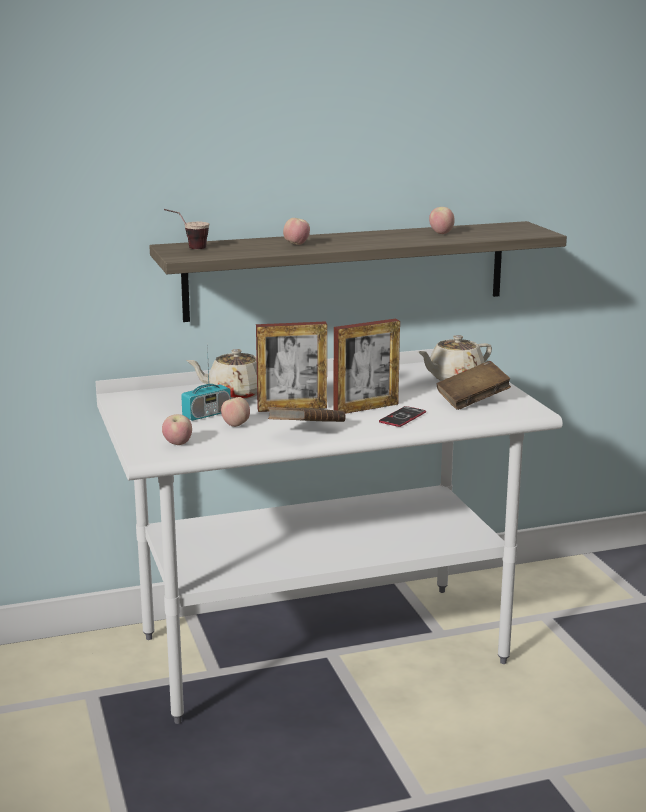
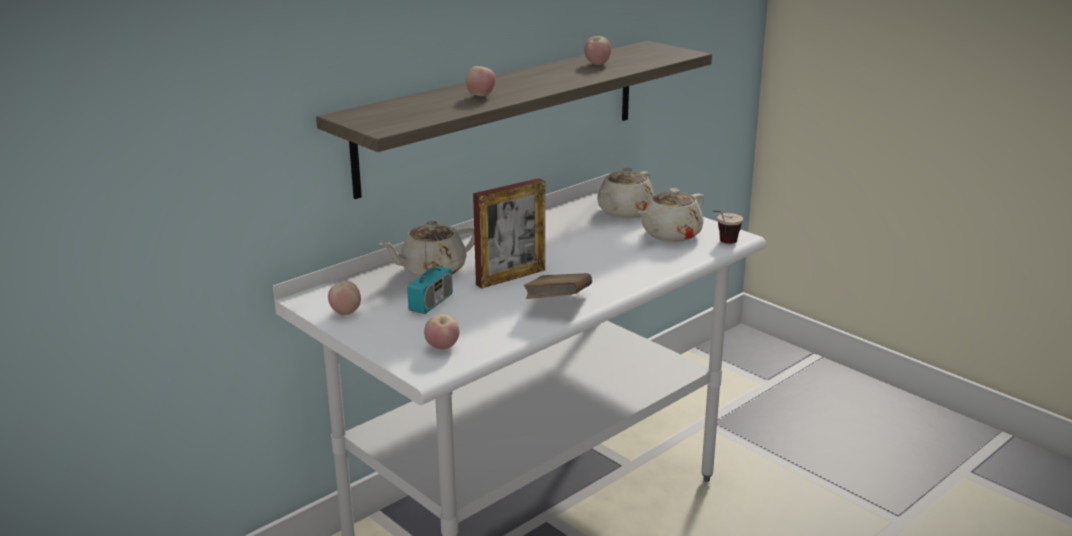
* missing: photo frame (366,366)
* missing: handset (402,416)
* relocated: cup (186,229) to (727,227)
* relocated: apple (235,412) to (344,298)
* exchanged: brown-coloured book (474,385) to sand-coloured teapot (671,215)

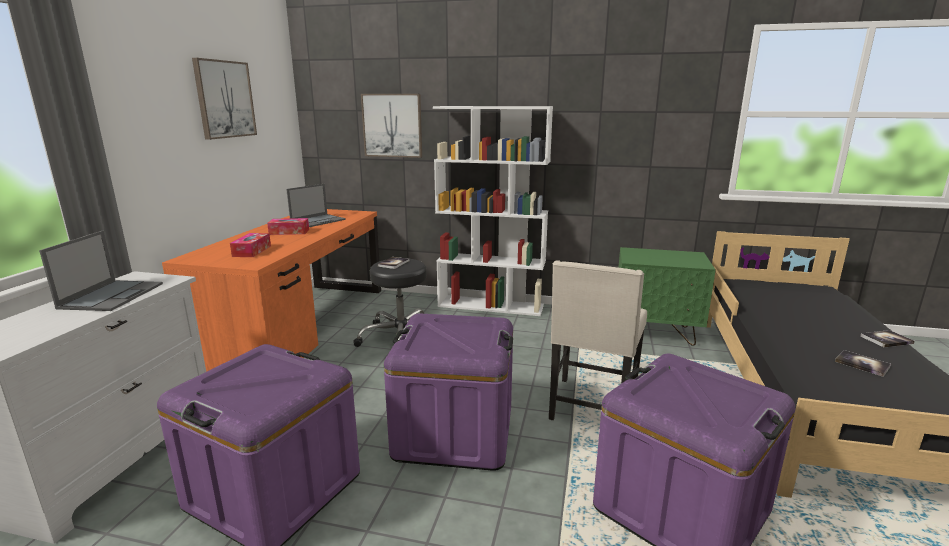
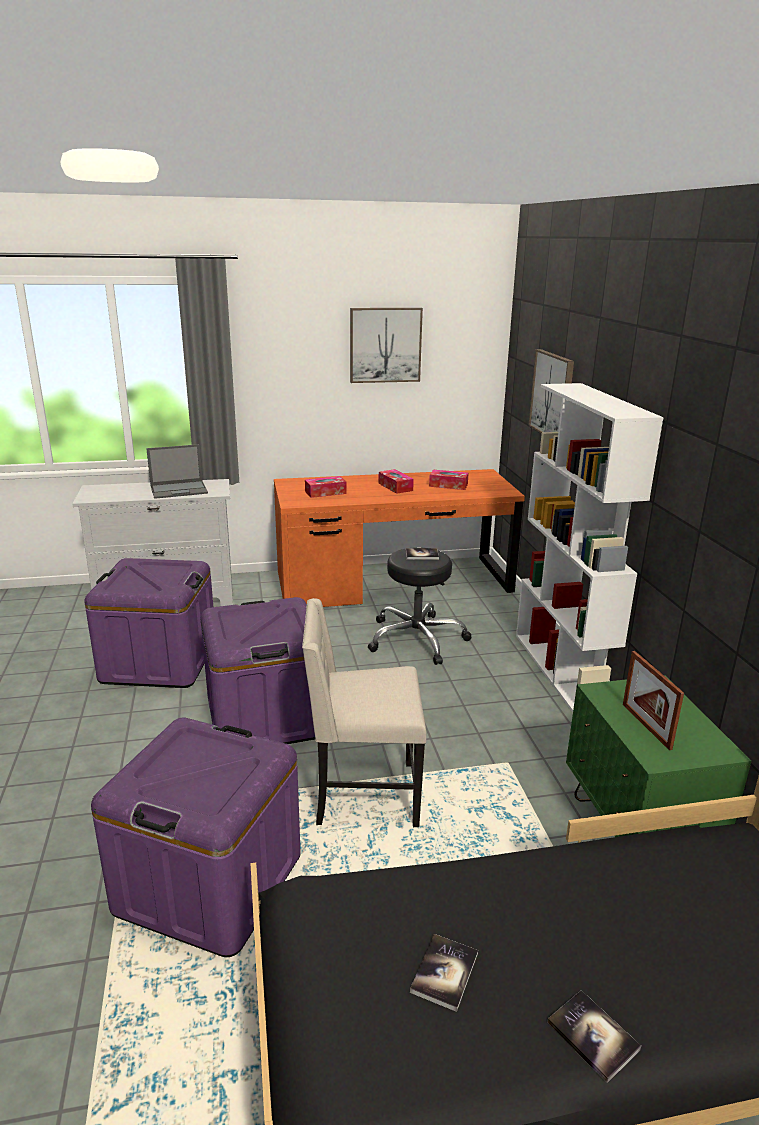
* appeared: photo frame (653,700)
* exchanged: portable computer (316,205) to box of tissues (449,480)

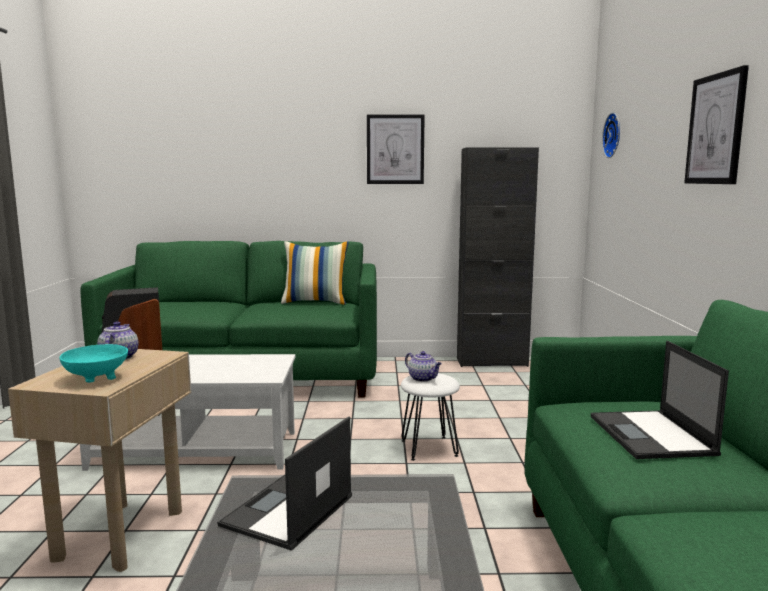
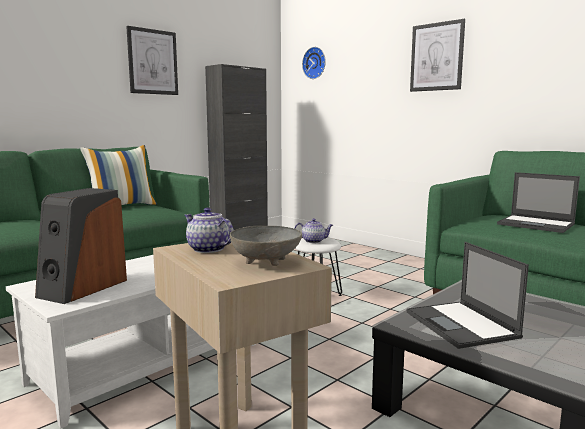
* colour: blue-green serving bowl (94,363) to grey serving bowl (266,246)

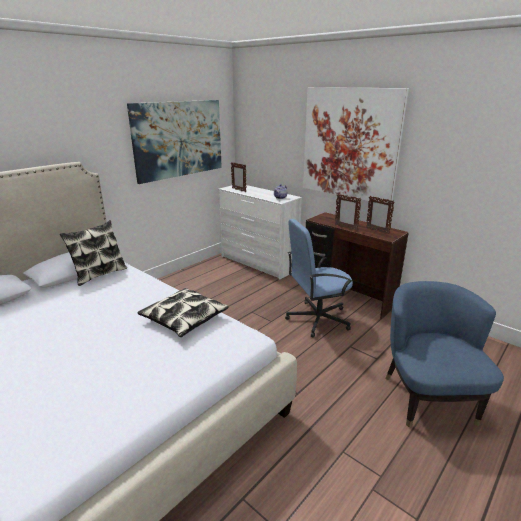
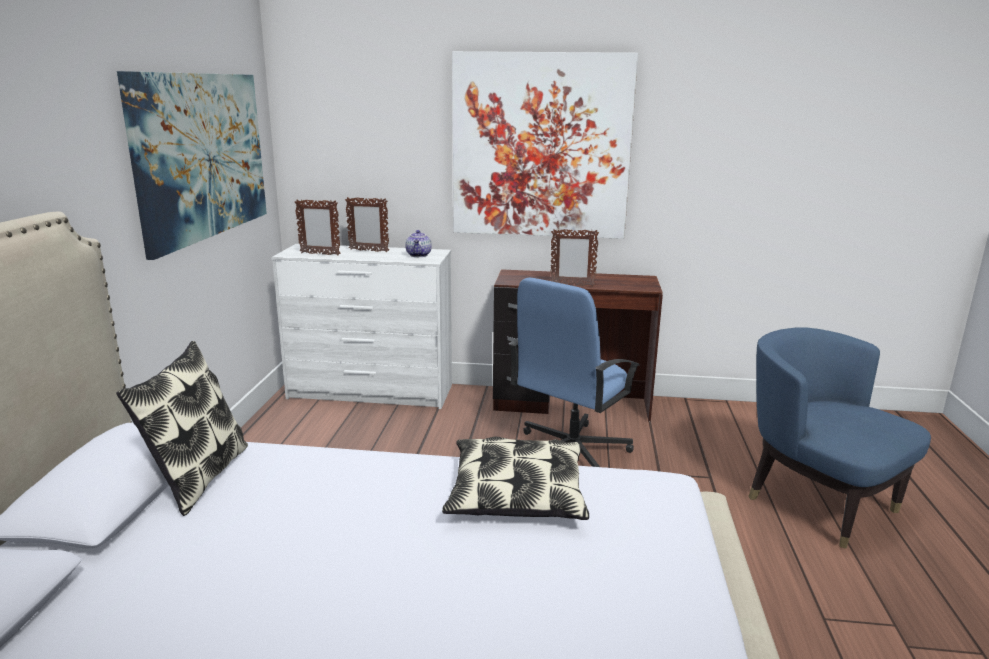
* relocated: photo frame (380,215) to (367,224)

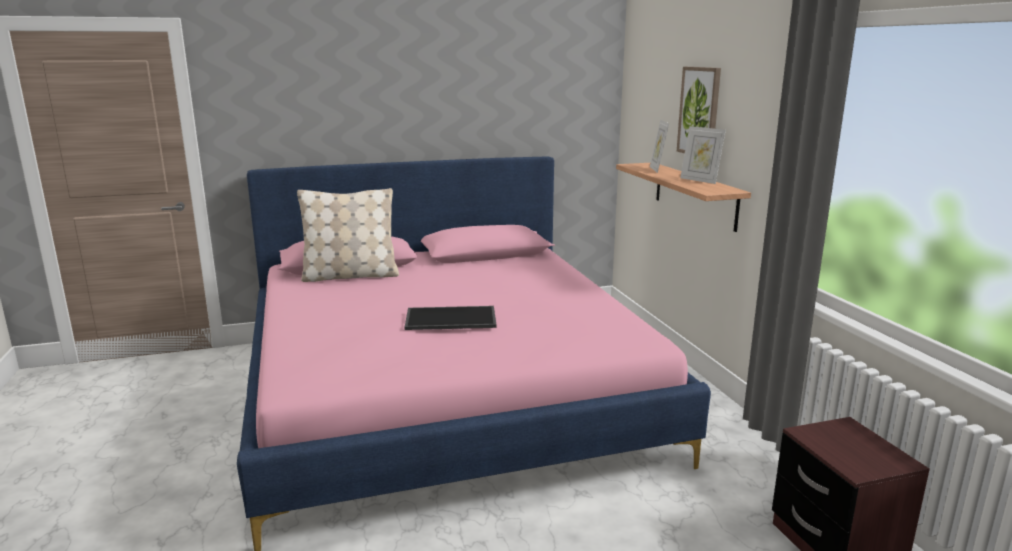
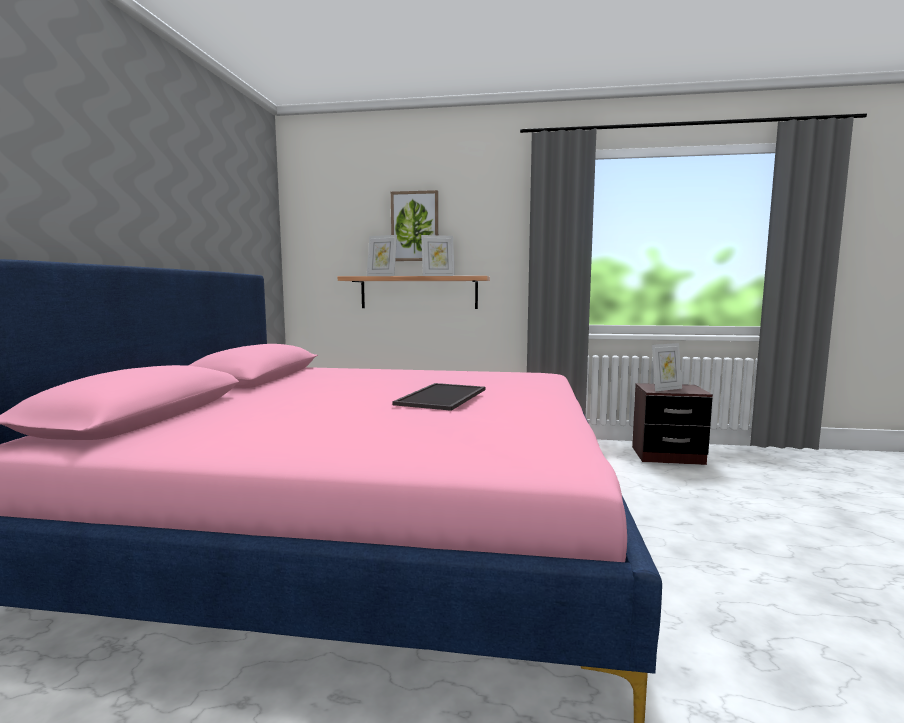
* missing: sand-coloured pillow (348,235)
* appeared: photo frame (667,367)

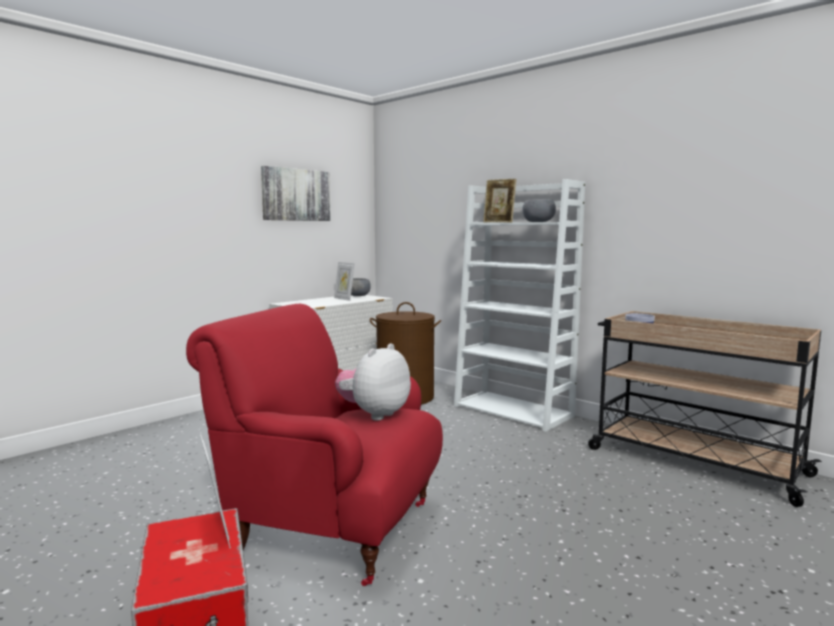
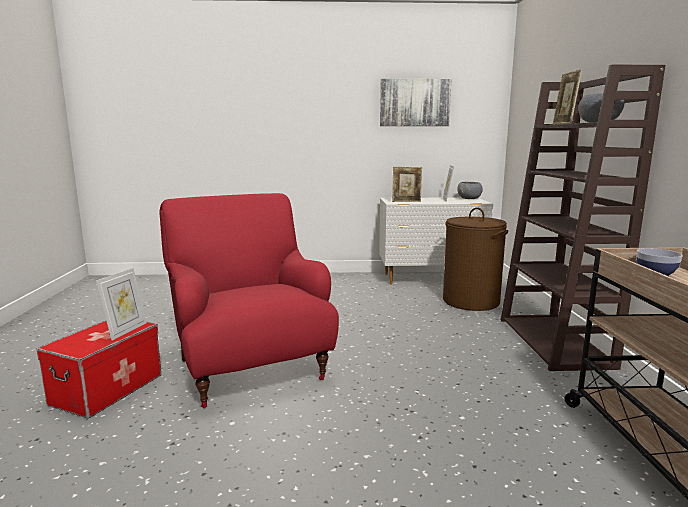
* missing: cuddly toy (373,381)
* appeared: photo frame (407,184)
* colour: white-coloured bookcase (519,305) to brown-coloured bookcase (583,217)

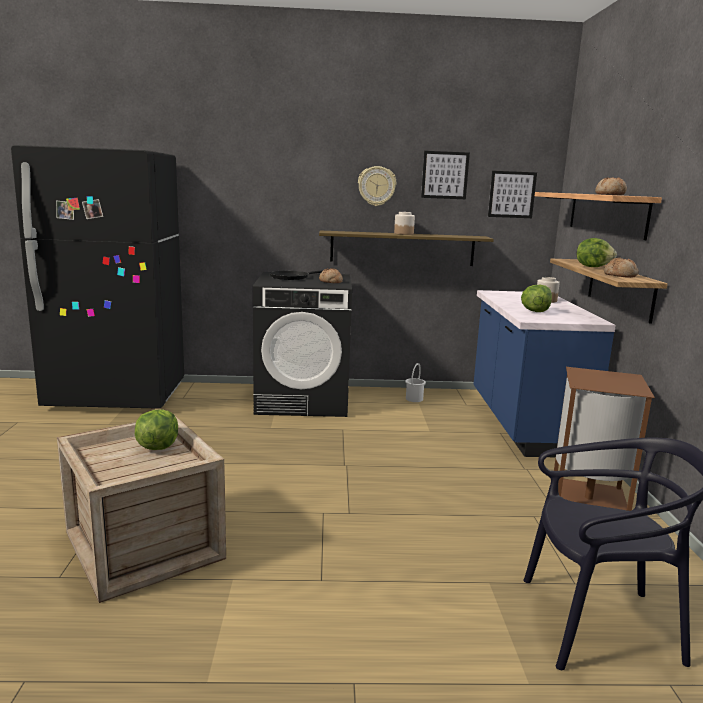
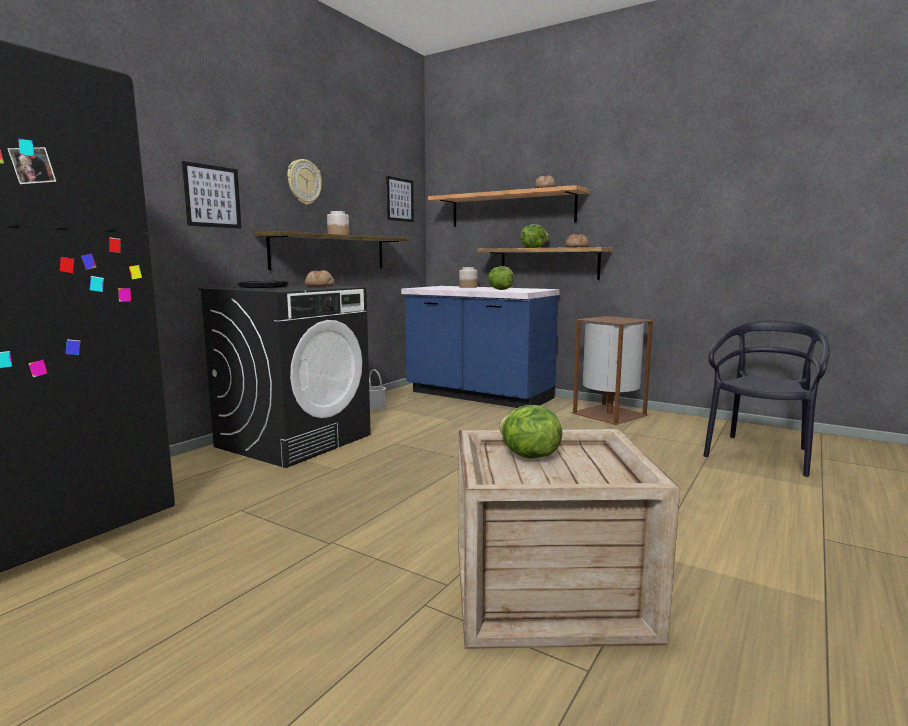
* relocated: wall picture (445,175) to (212,195)

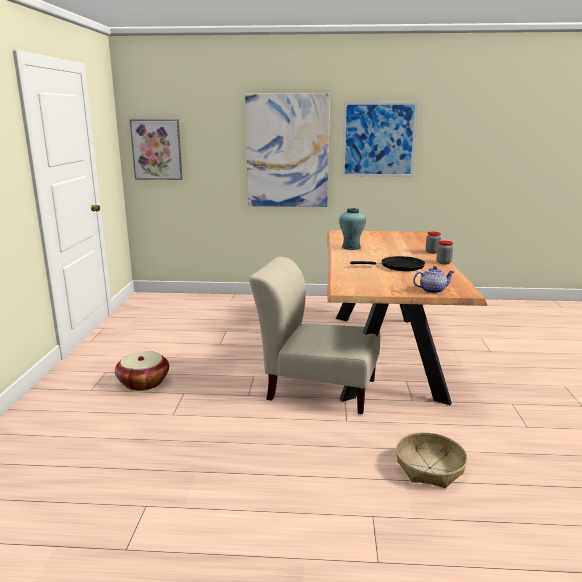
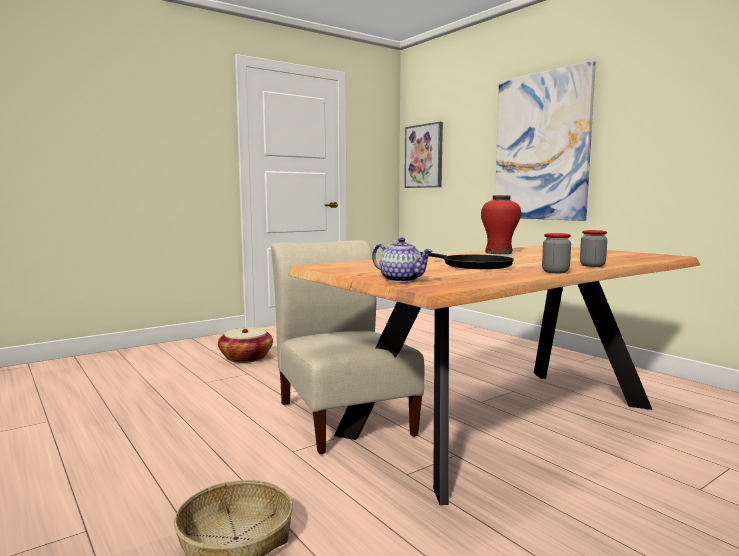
* missing: wall picture (380,139)
* colour: blue-green decorative vase (352,229) to red decorative vase (501,224)

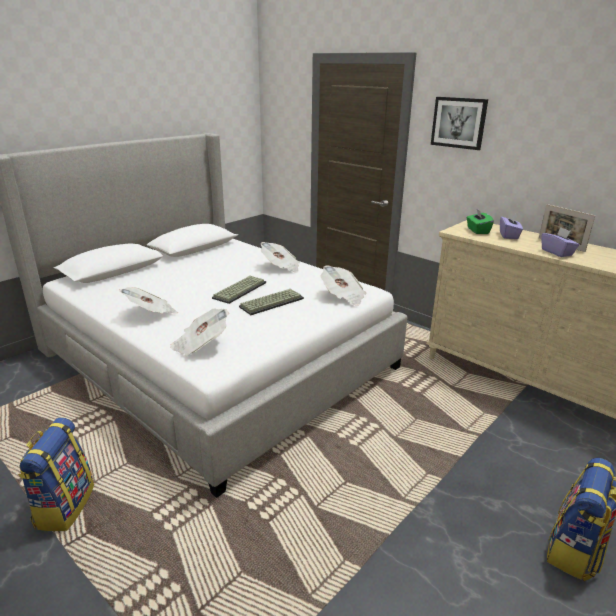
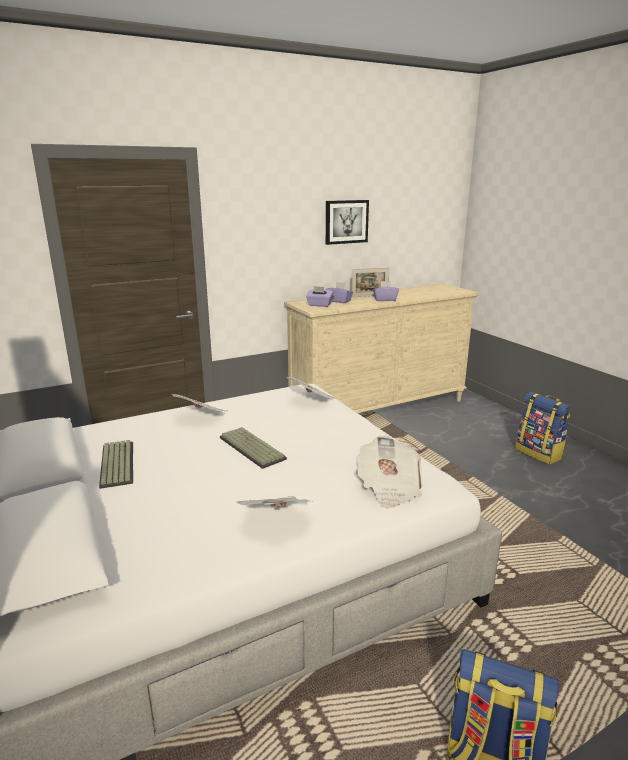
* relocated: computer keyboard (271,302) to (116,464)
* relocated: wall picture (459,123) to (347,222)
* colour: greenish box of tissues (480,221) to purple box of tissues (319,296)

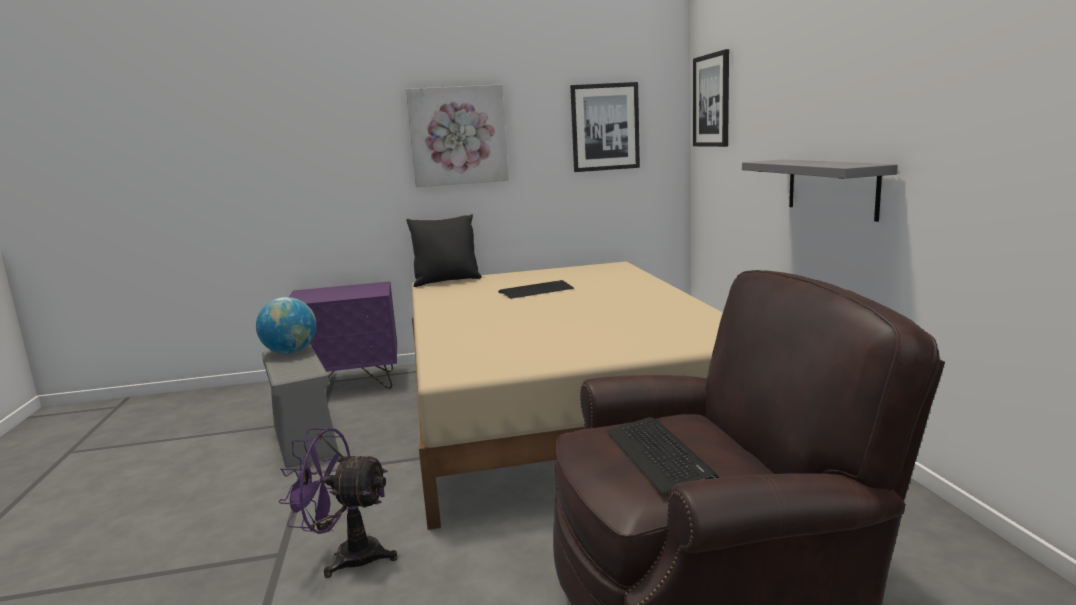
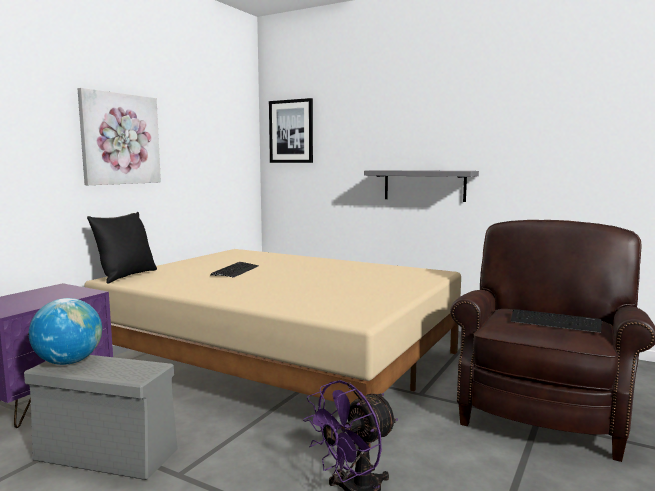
* missing: wall picture (605,127)

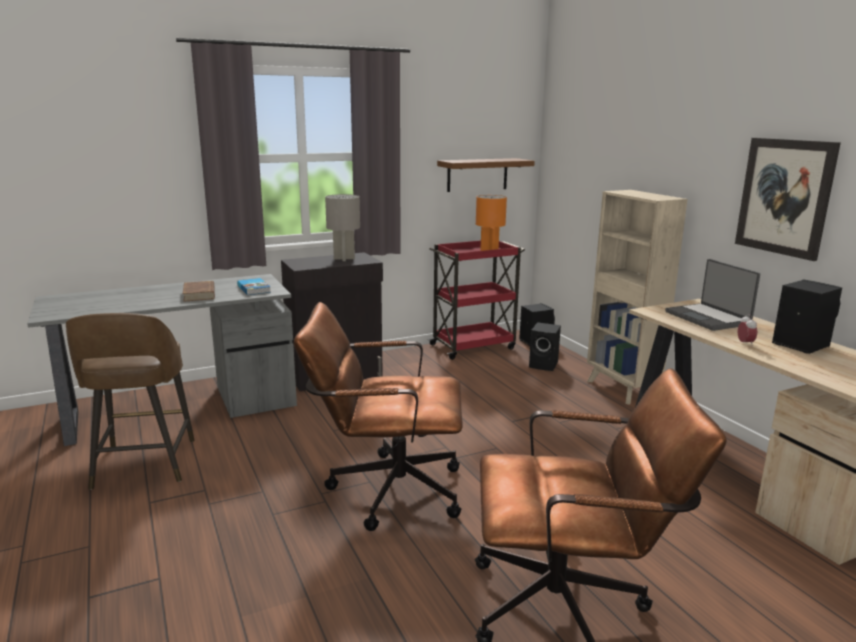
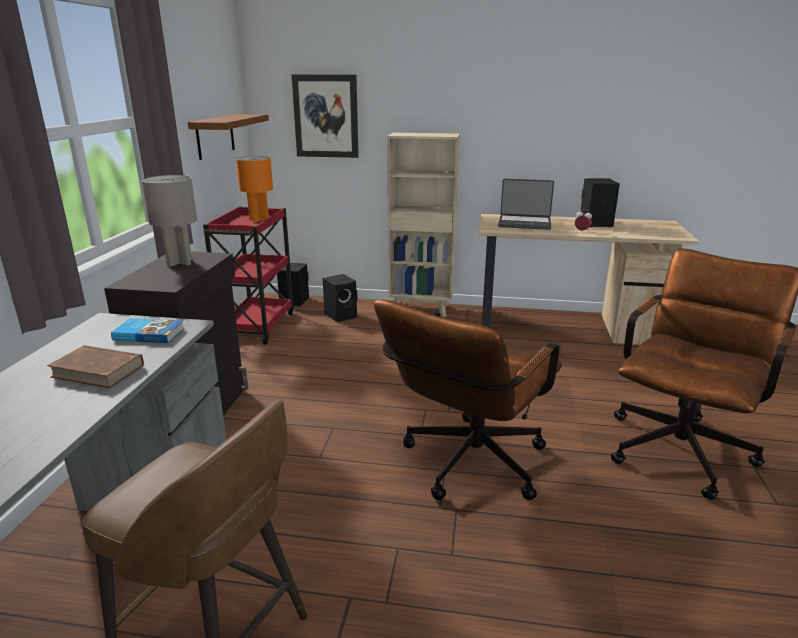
* relocated: wall picture (788,199) to (325,116)

